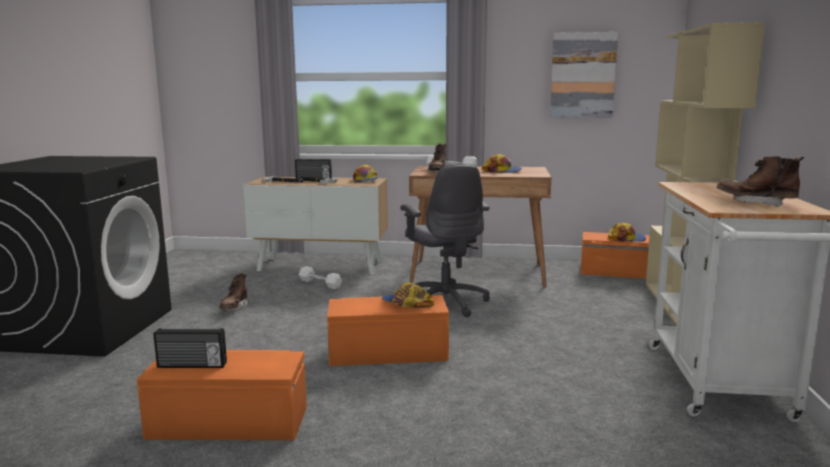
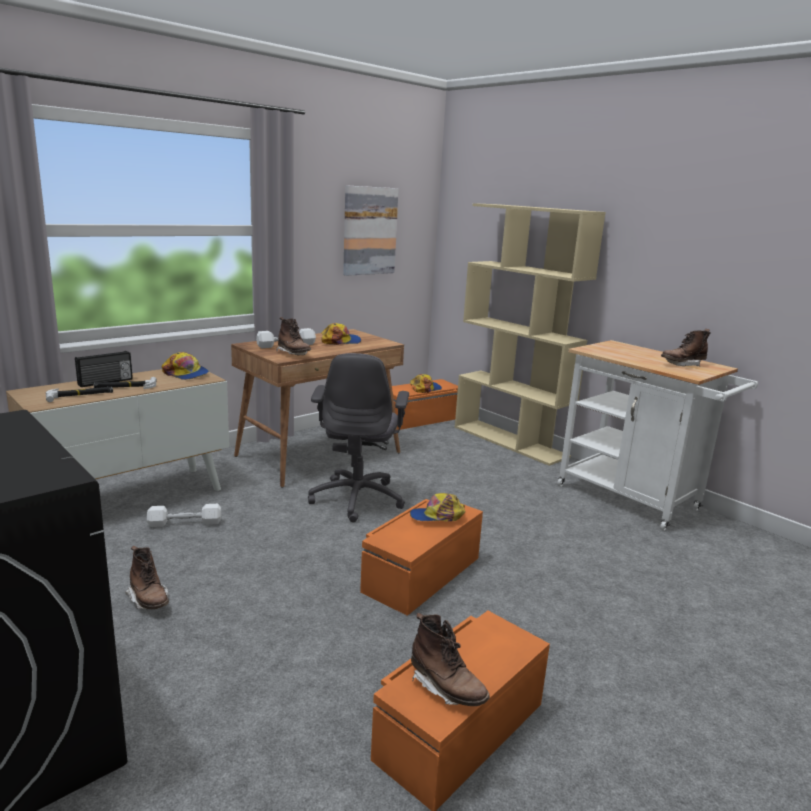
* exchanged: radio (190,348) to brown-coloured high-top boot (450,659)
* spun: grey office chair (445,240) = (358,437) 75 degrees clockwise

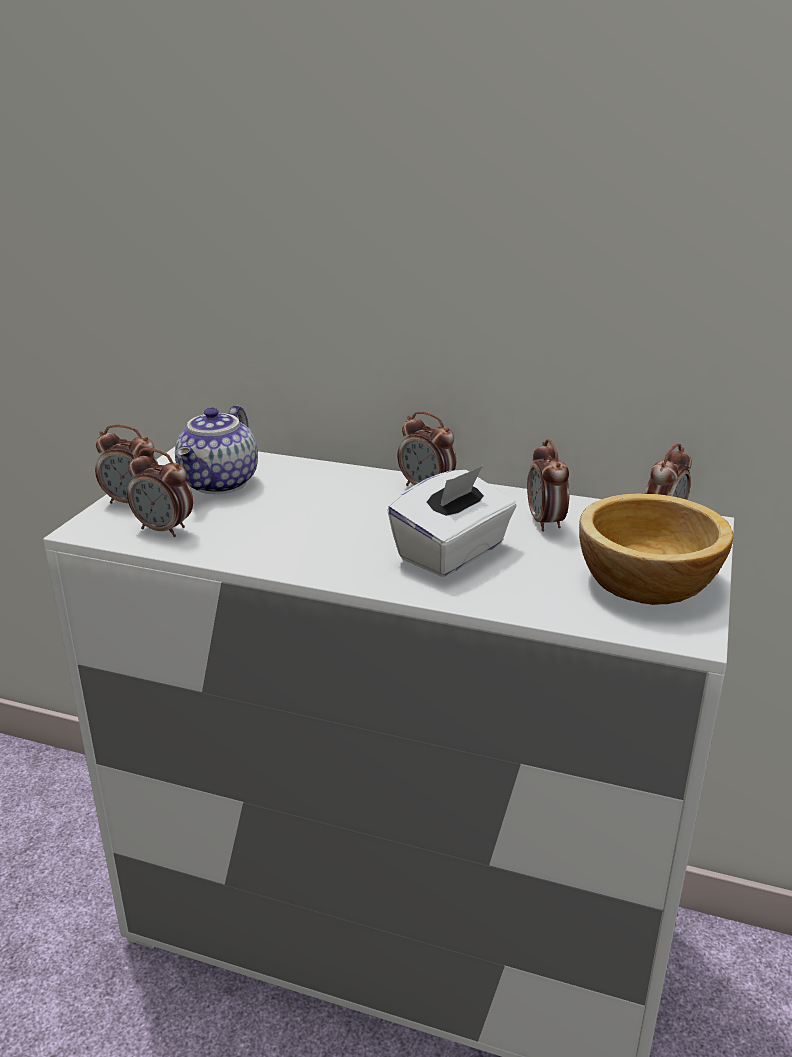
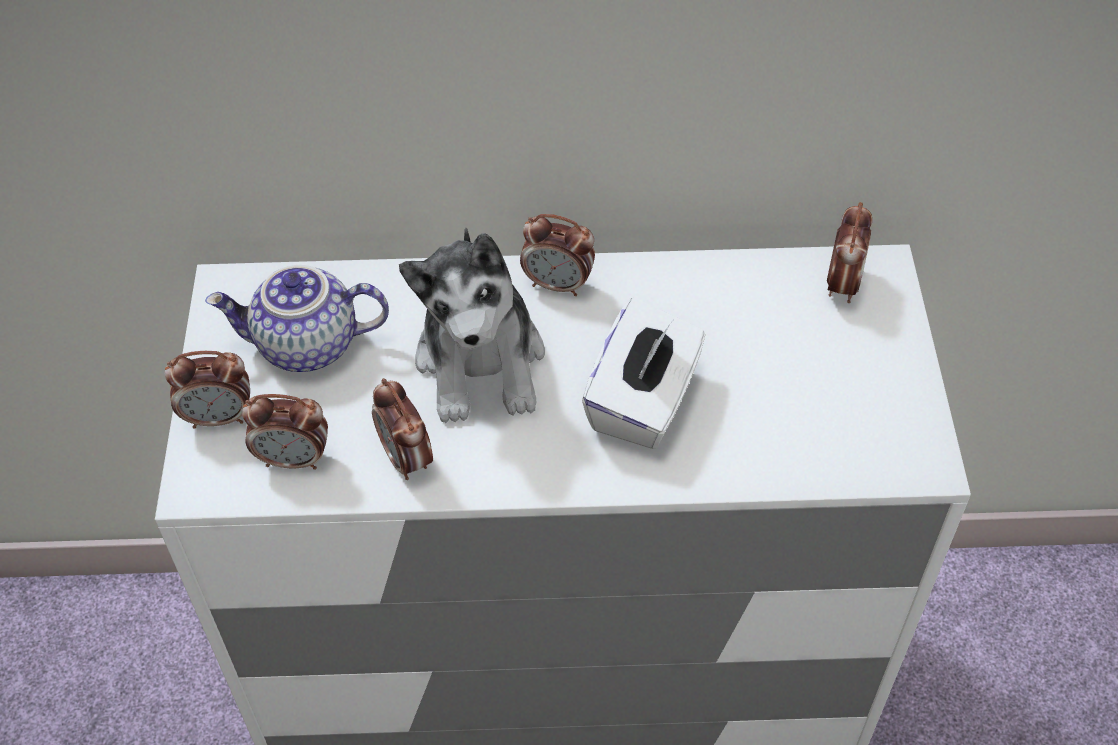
* missing: serving bowl (656,549)
* appeared: cuddly toy (472,325)
* relocated: bedside clock (548,485) to (402,429)
* spun: teapot (216,449) = (297,318) 90 degrees clockwise

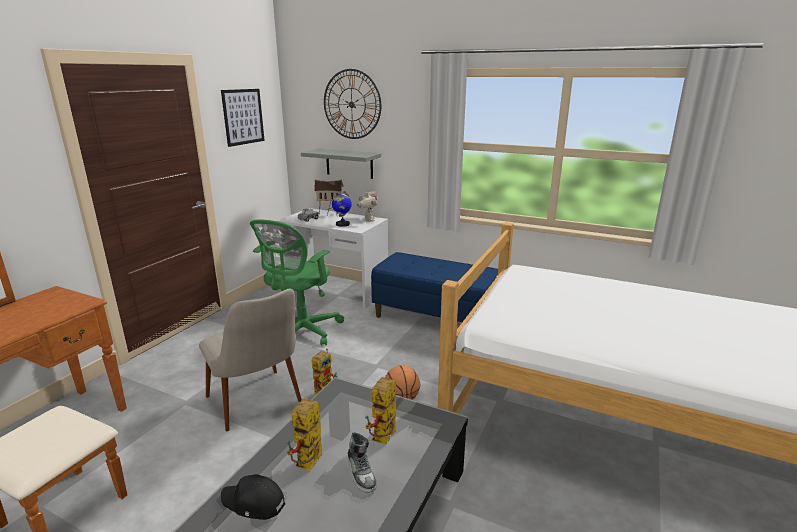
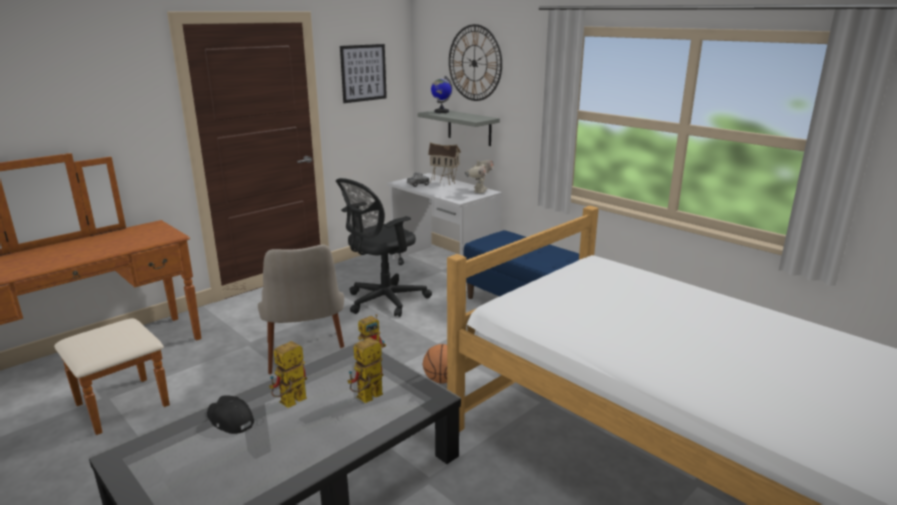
* missing: low shoe (362,462)
* relocated: desk globe (342,209) to (441,94)
* colour: greenish office chair (297,282) to black-coloured office chair (384,247)

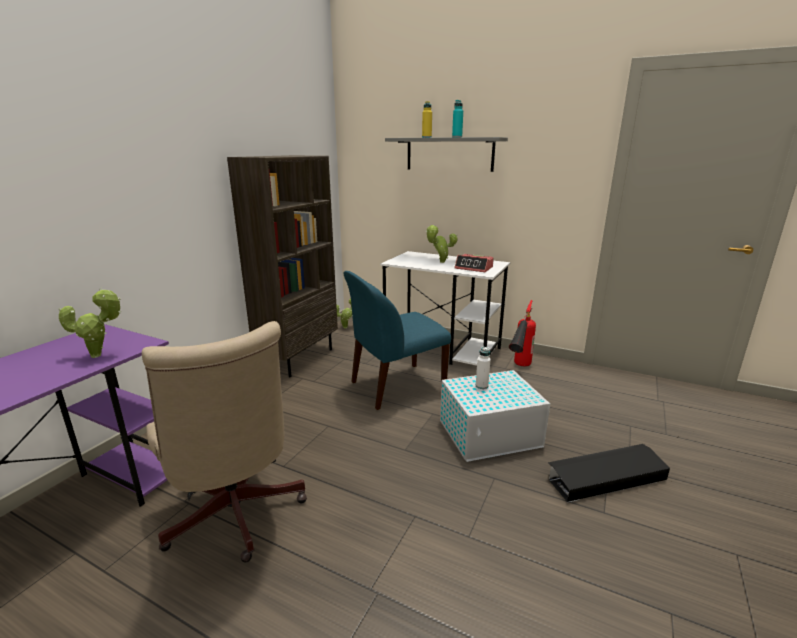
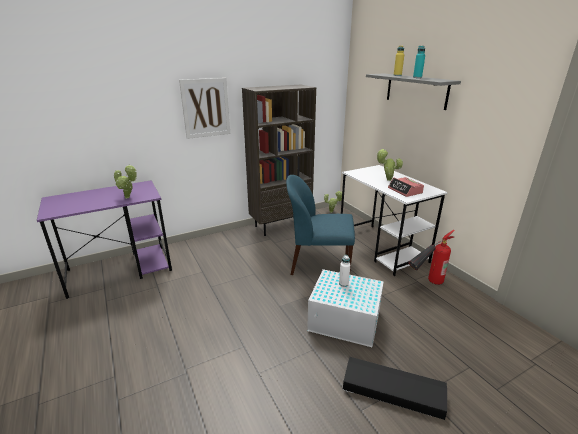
* missing: sand-coloured office chair (224,442)
* appeared: wall picture (204,108)

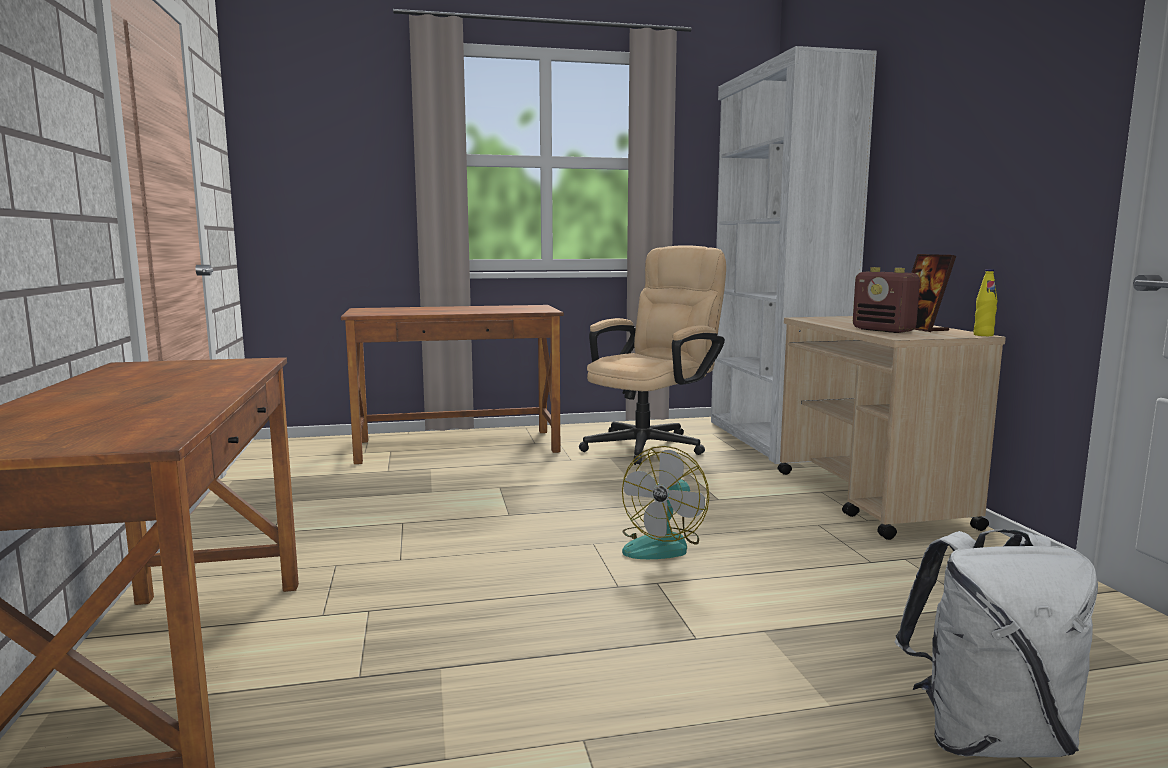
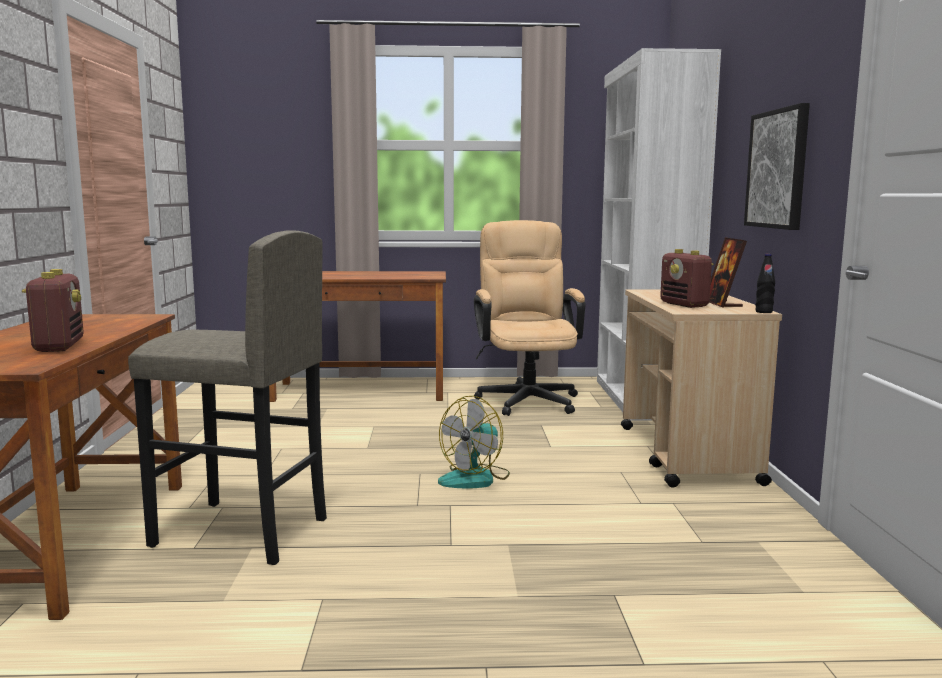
* missing: white-coloured backpack (996,643)
* appeared: radio (53,310)
* appeared: grey stool (227,398)
* appeared: wall picture (777,166)
* colour: yellow-coloured beverage bottle (985,302) to black-coloured beverage bottle (765,283)
* spun: sand-coloured office chair (652,355) = (530,318) 60 degrees counterclockwise

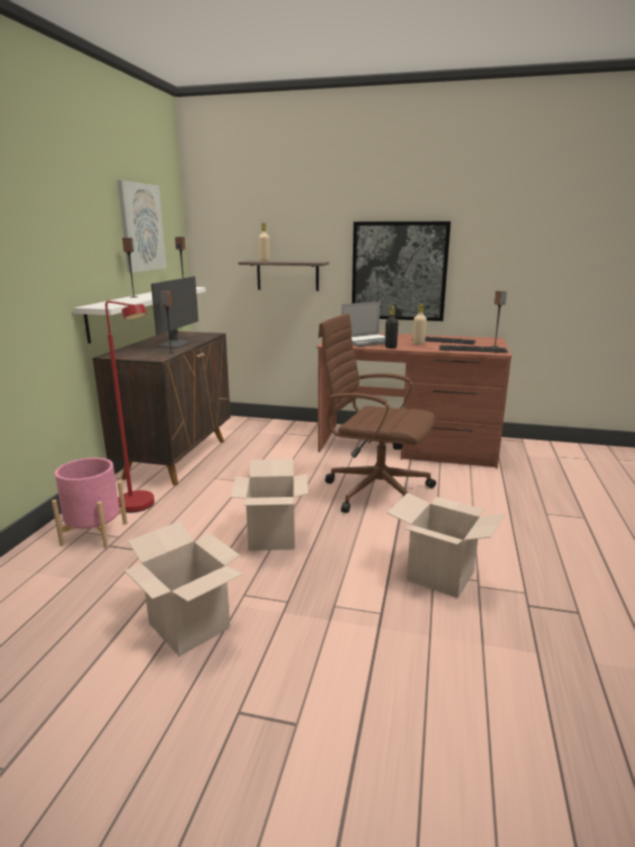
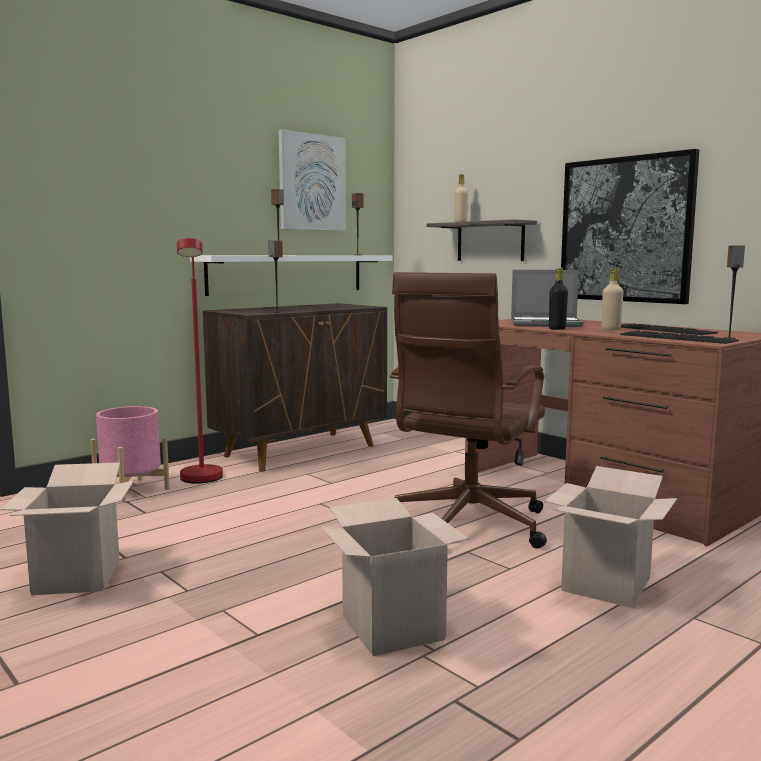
* missing: computer display (174,312)
* relocated: cardboard box (269,505) to (610,537)
* spun: brown-coloured office chair (377,413) = (468,410) 120 degrees counterclockwise

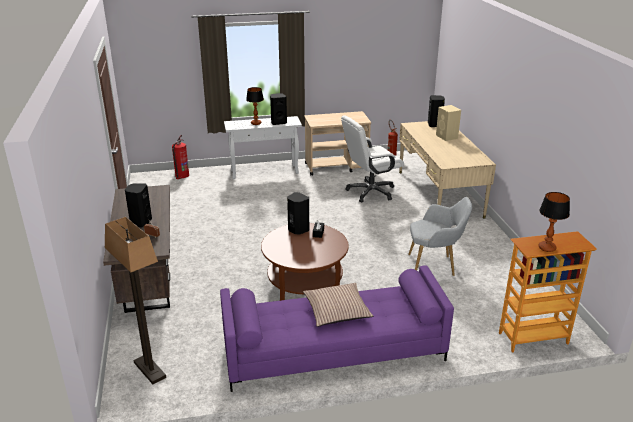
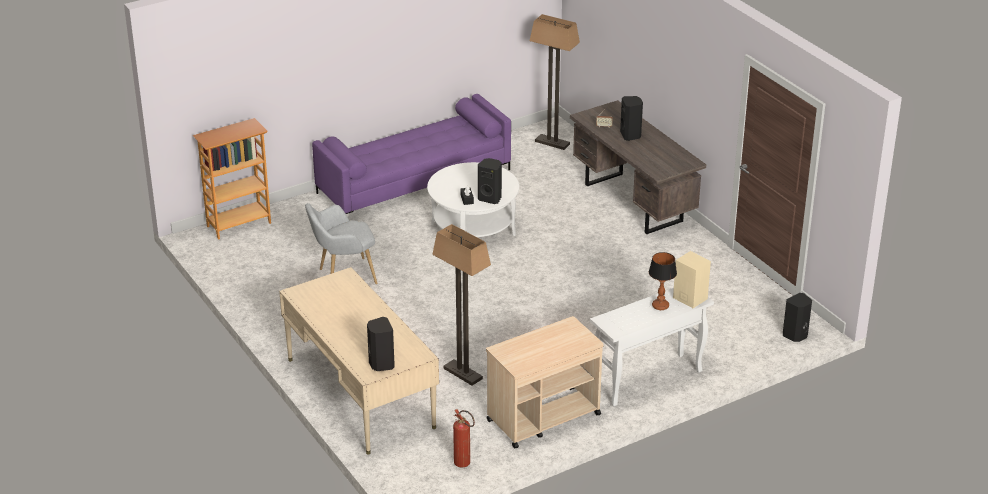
* missing: fire-fighting cylinder (180,157)
* missing: pillow (338,305)
* missing: tabletop lamp (554,222)
* relocated: black-coloured audio speaker (278,109) to (797,317)
* relocated: sand-coloured audio speaker (448,123) to (692,279)
* exchanged: white-coloured office chair (372,158) to floor lamp (461,305)
* colour: brown-coloured low table (305,262) to white-coloured low table (473,199)

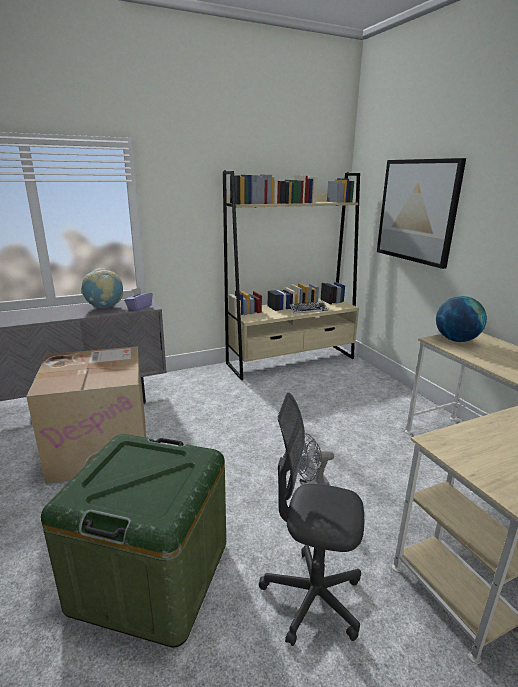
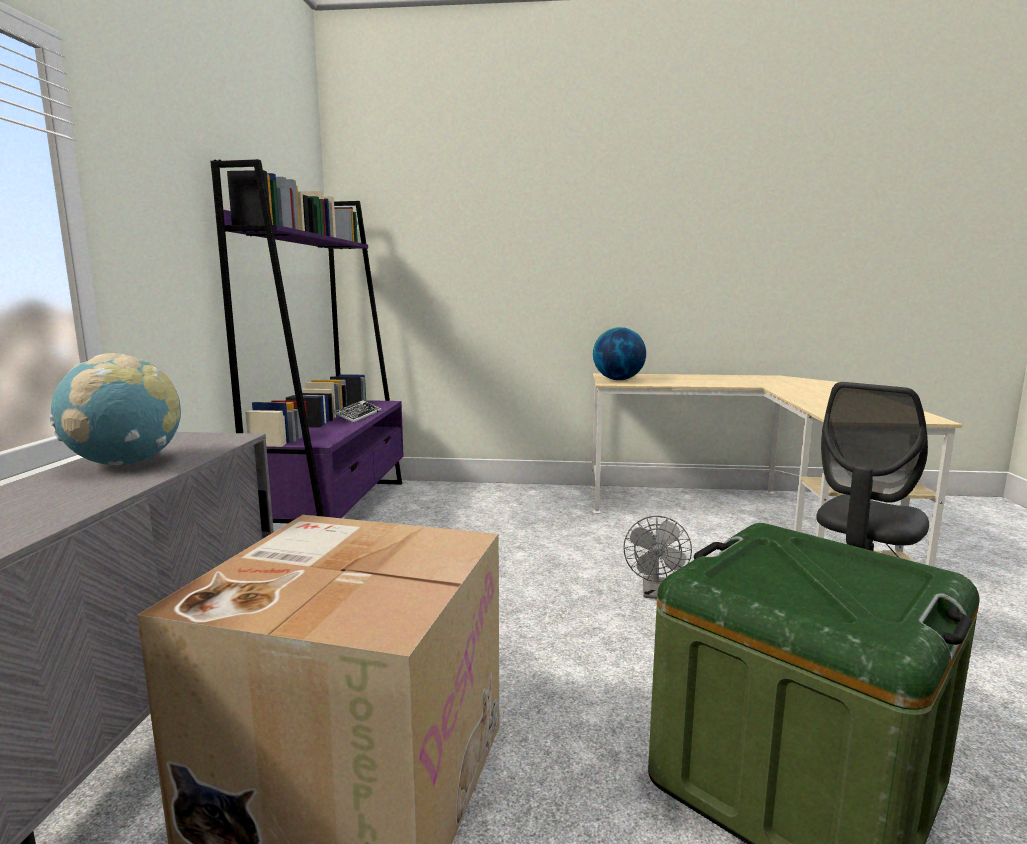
* missing: purple box of tissues (138,299)
* missing: wall picture (421,213)
* colour: sand-coloured bookcase (291,275) to purple bookcase (307,341)

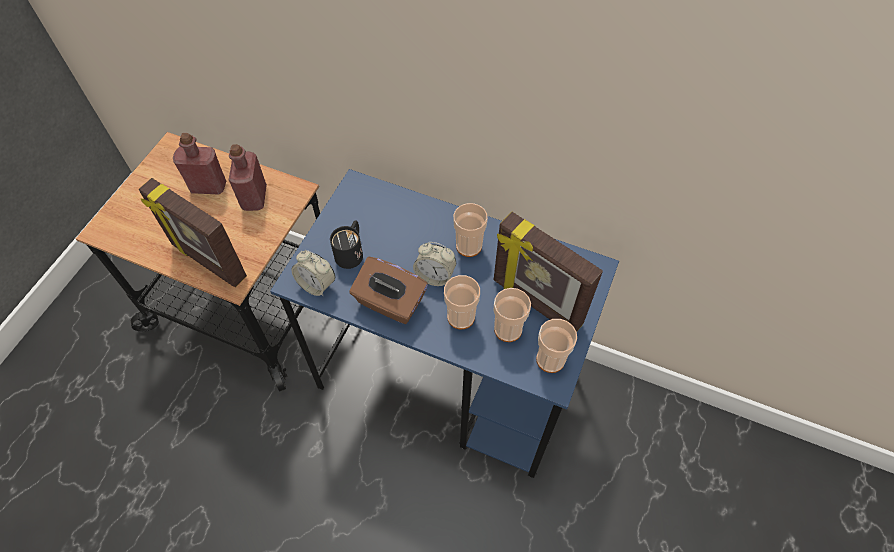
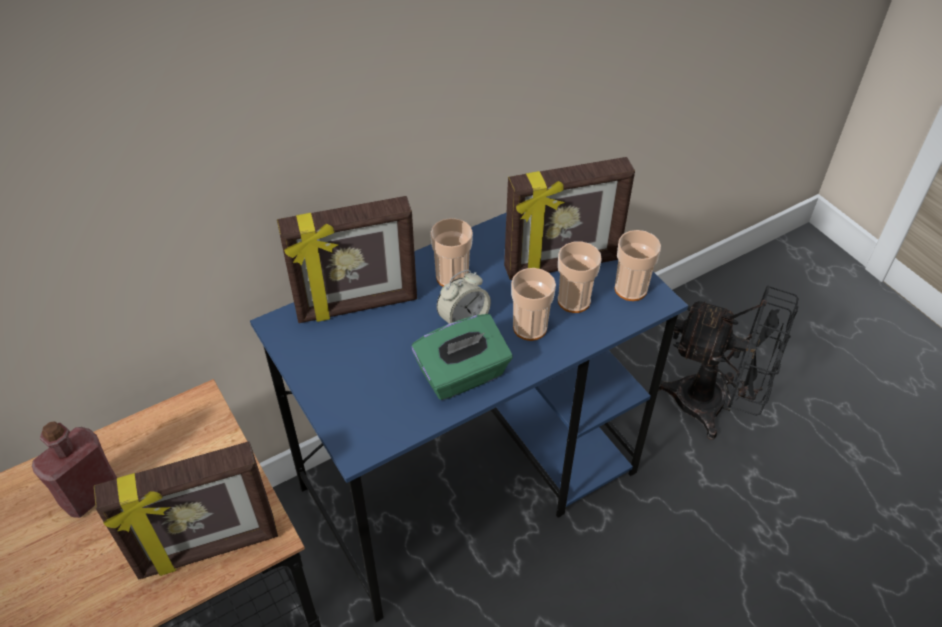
* missing: red beverage bottle (248,177)
* missing: bedside clock (313,273)
* missing: black-coloured tea mug (346,244)
* appeared: photo frame (347,259)
* appeared: black-coloured cooling fan (729,362)
* colour: brown-coloured box of tissues (388,290) to greenish box of tissues (462,357)

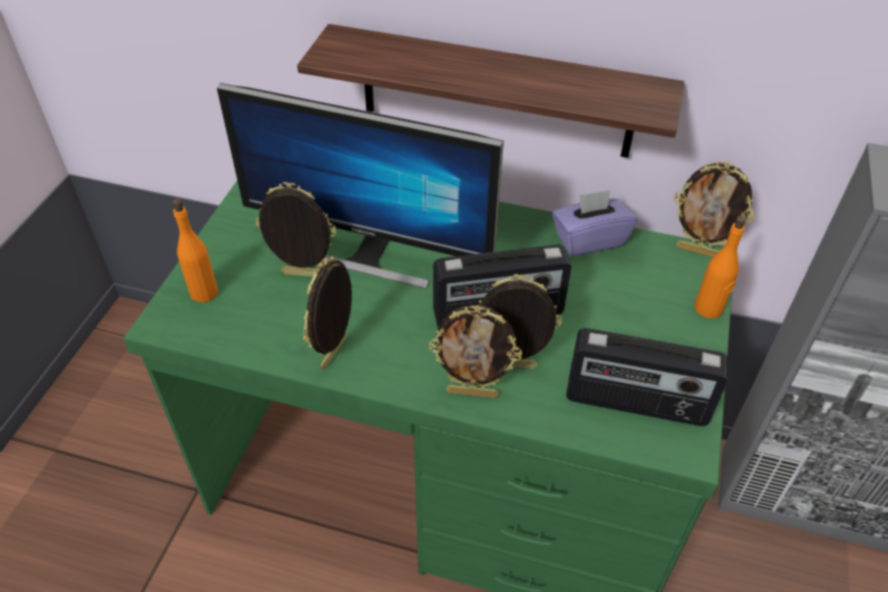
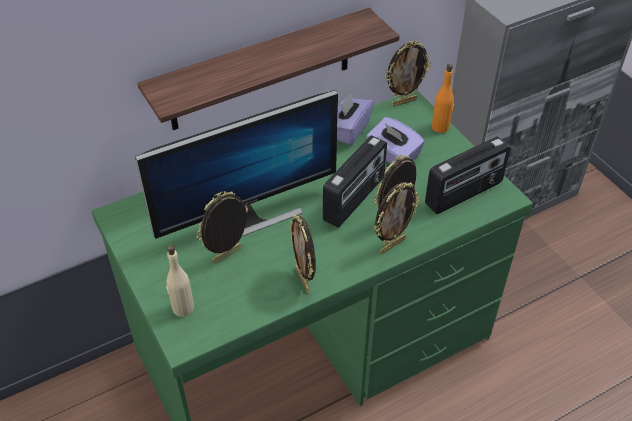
* appeared: purple box of tissues (395,140)
* colour: orange beverage bottle (195,250) to sand-coloured beverage bottle (180,281)

